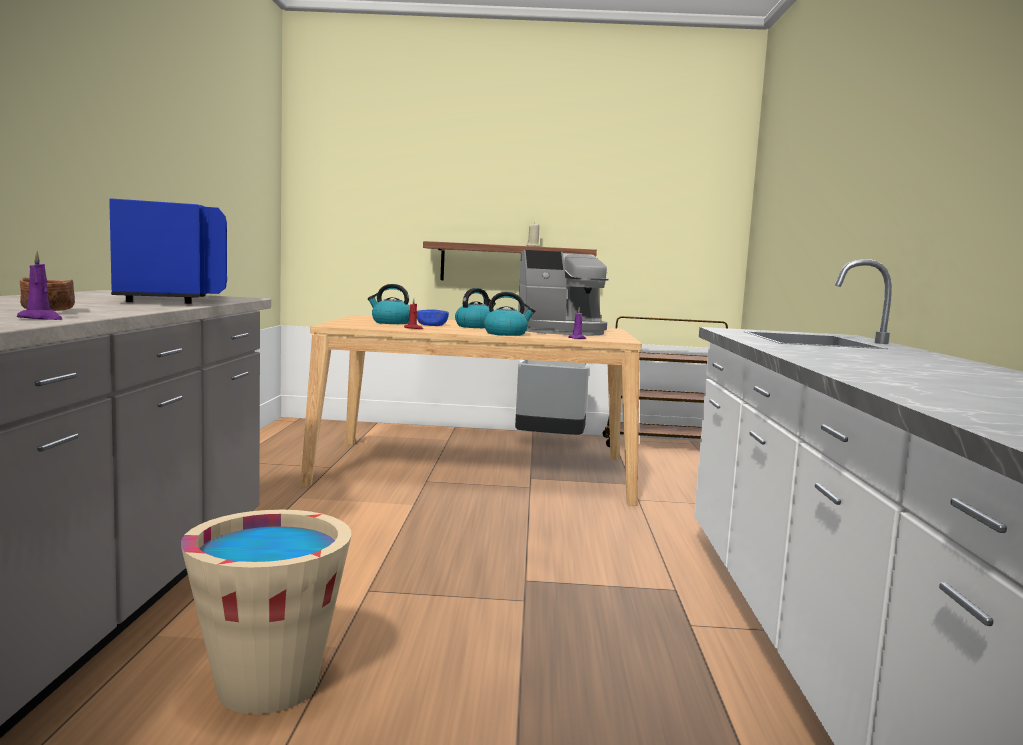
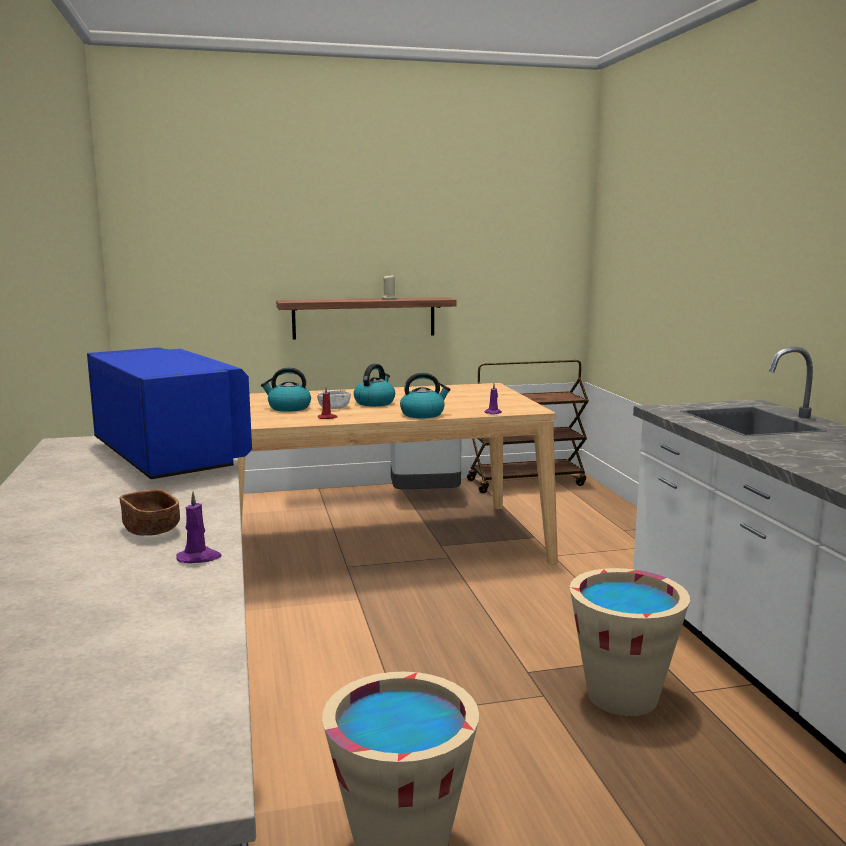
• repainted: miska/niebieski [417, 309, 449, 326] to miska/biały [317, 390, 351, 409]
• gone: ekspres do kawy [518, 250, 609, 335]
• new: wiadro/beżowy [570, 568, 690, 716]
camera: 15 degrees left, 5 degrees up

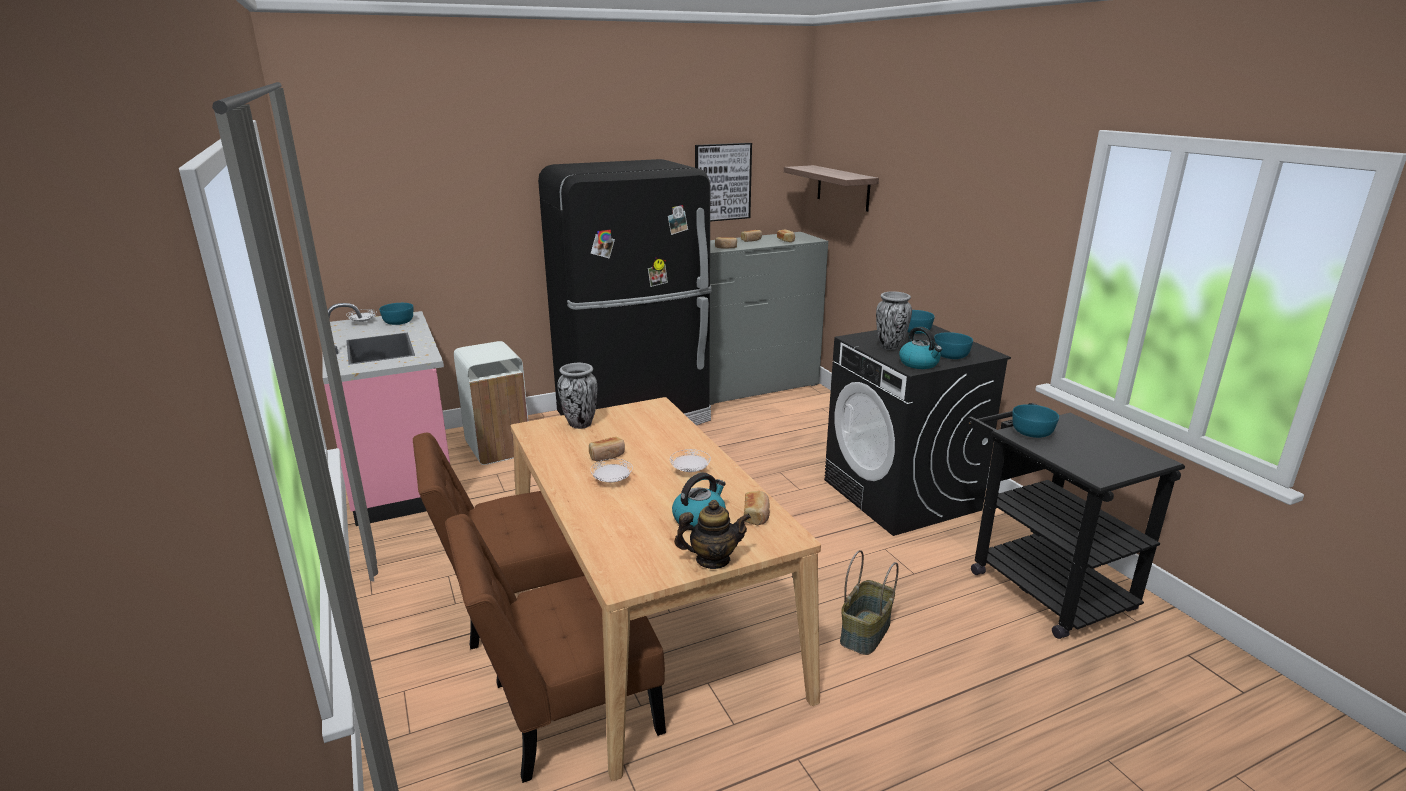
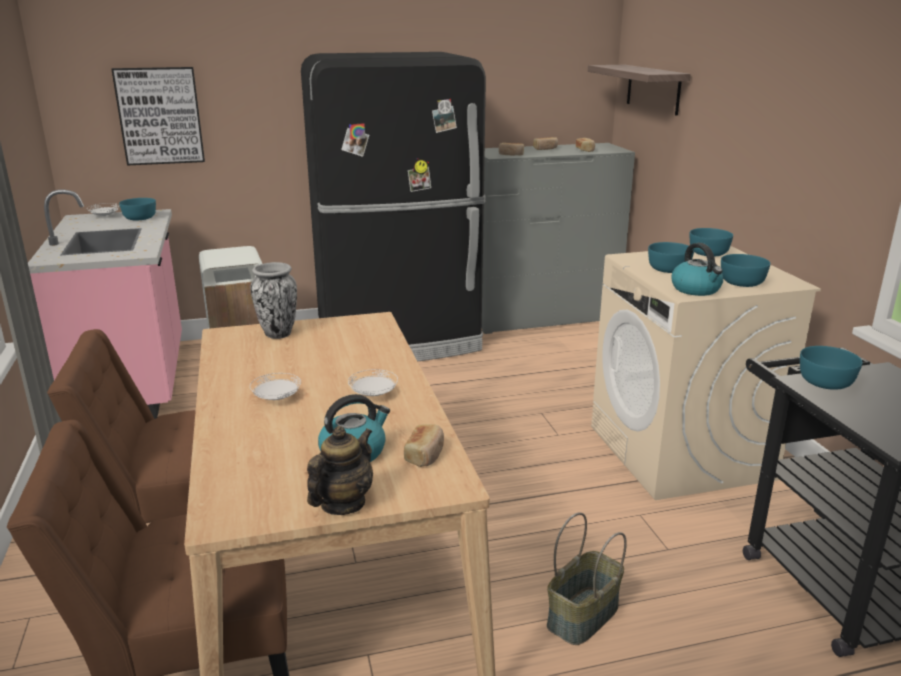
• gone: chleb [589, 437, 625, 461]
• rotated: imbryk [674, 500, 751, 569] = [307, 426, 373, 515] 60 degrees counterclockwise
• shifted: obraz [695, 143, 752, 222] to [111, 67, 205, 165]
• repainted: pralka/czarny [824, 325, 1011, 536] to pralka/beżowy [591, 246, 821, 500]
• swapped: wazon [876, 291, 912, 350] to miska/turkusowy [648, 242, 694, 273]
camera: 10 degrees right, 0 degrees up

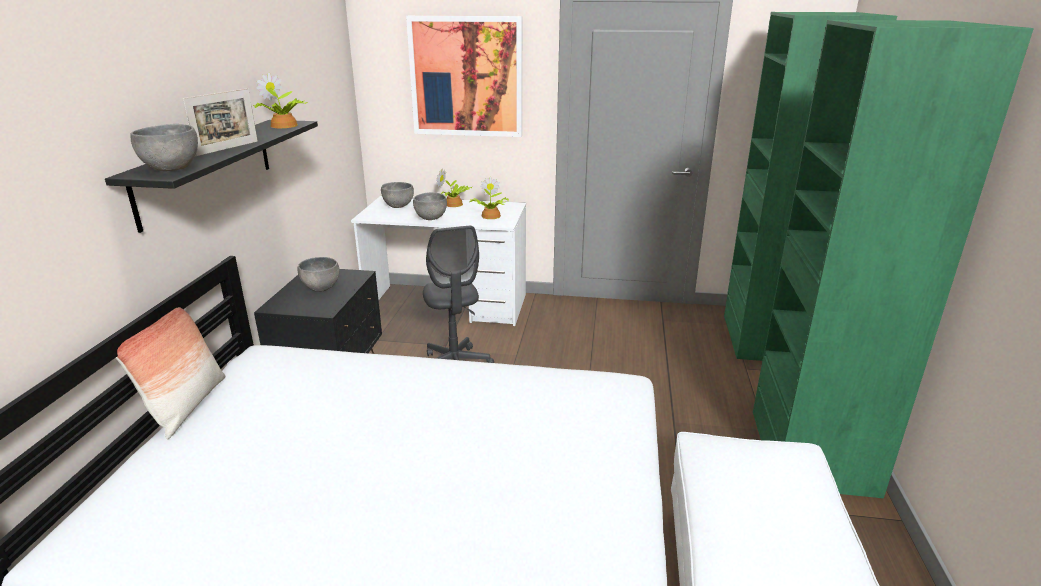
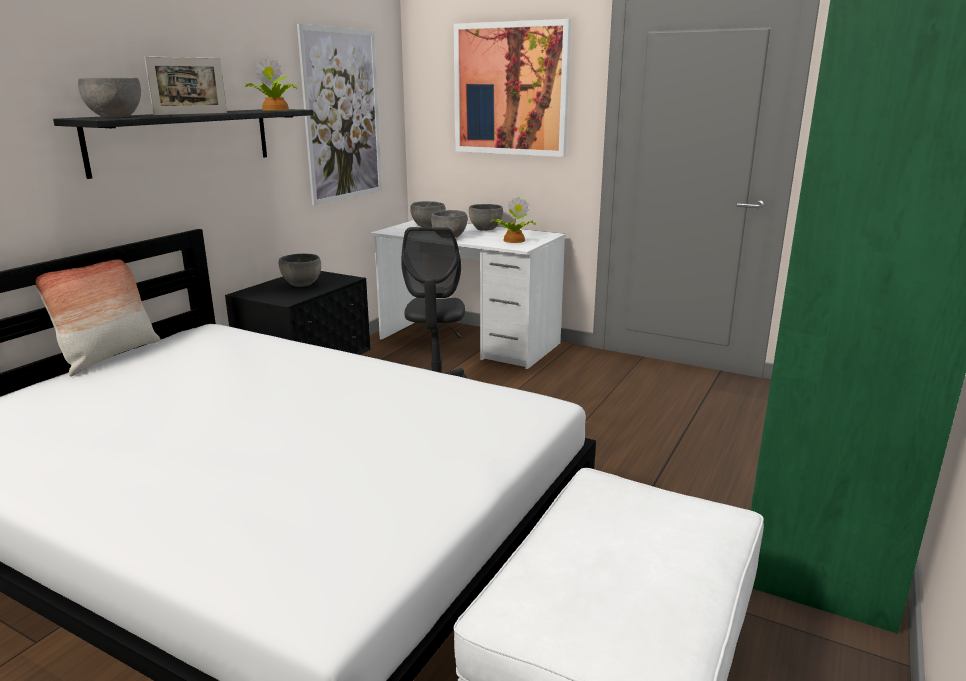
• swapped: roślina doniczkowa [436, 169, 472, 207] to miska/szary [469, 204, 503, 231]
• new: obraz [297, 24, 382, 205]
camera: 20 degrees right, 5 degrees down

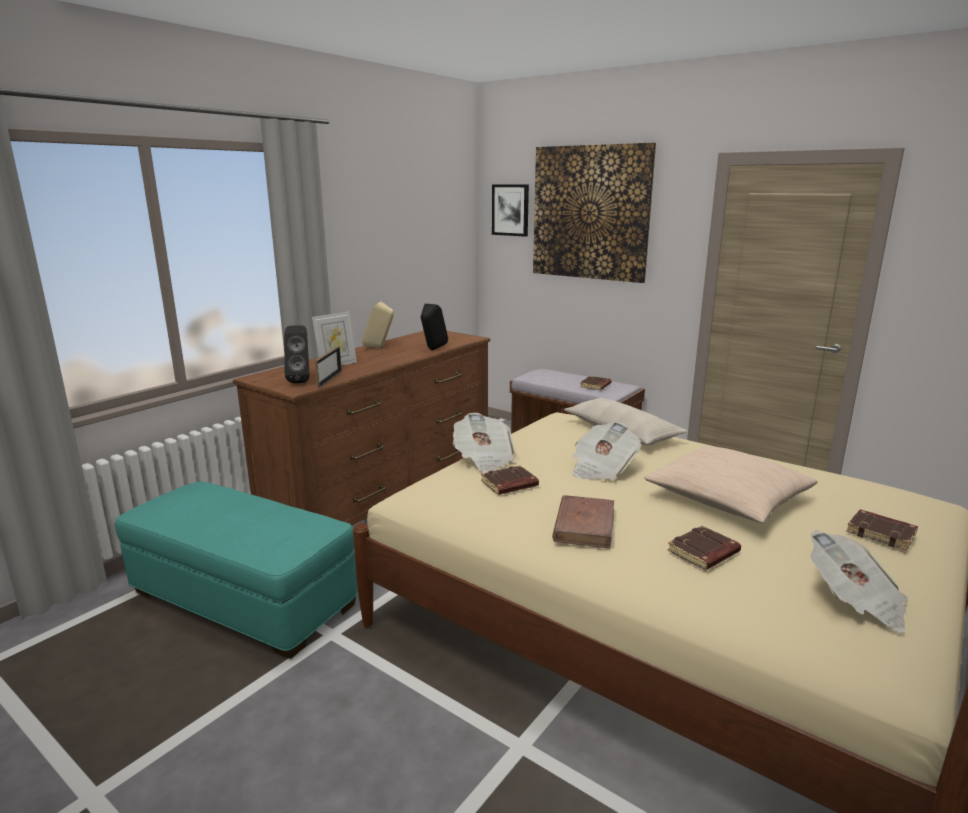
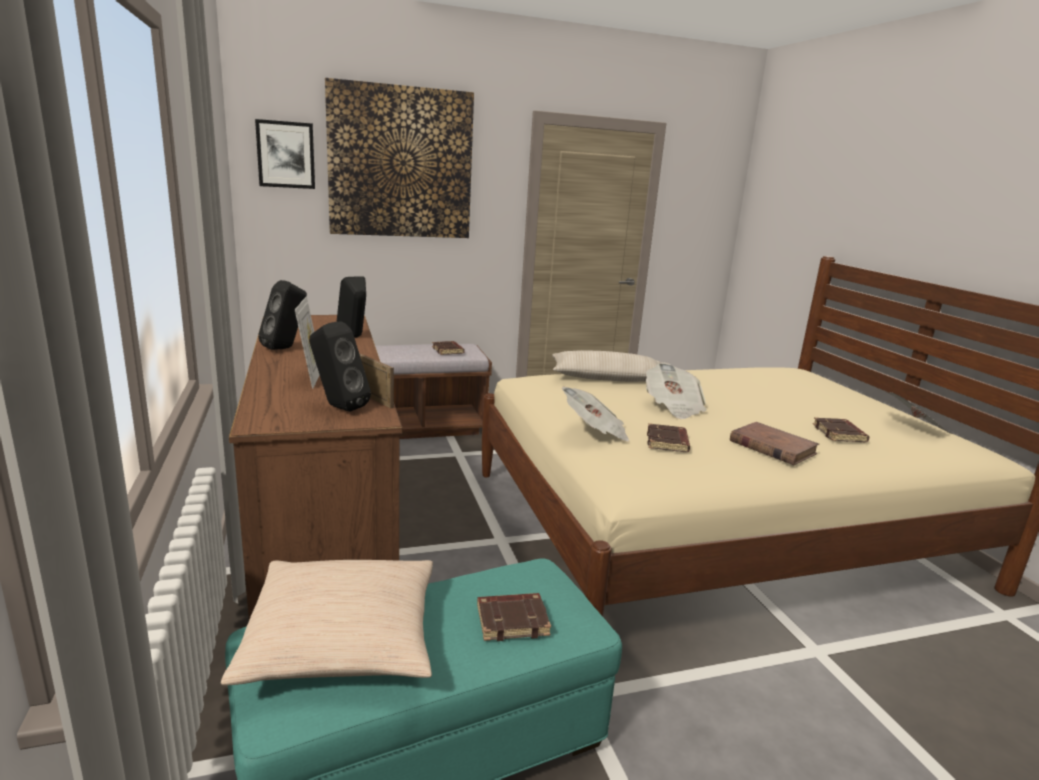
• repainted: głośnik/beżowy [362, 301, 394, 348] to głośnik/czarny [258, 280, 307, 350]
• shifted: poduszka/beżowy [644, 445, 818, 523] to [221, 560, 433, 685]
• shifted: książka/brązowy [846, 509, 918, 550] to [477, 593, 551, 641]
camera: 55 degrees left, 0 degrees up

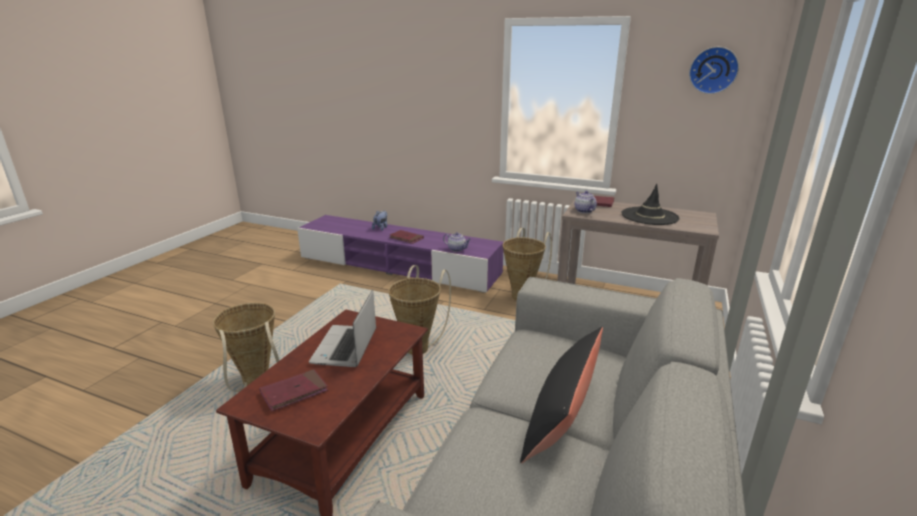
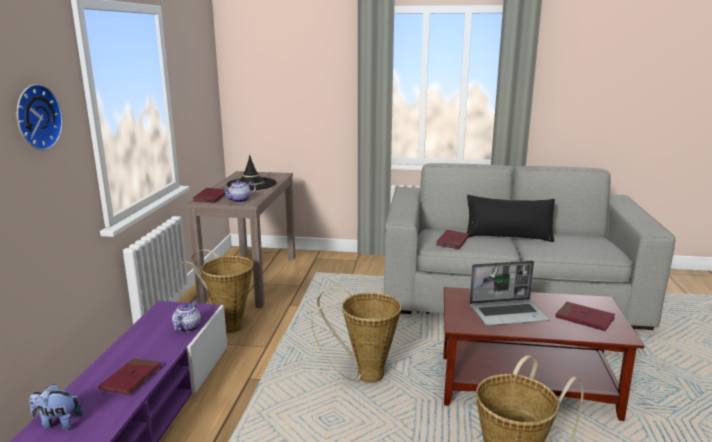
• shifted: zegar ścienny [689, 47, 739, 94] to [17, 84, 63, 150]
• new: książka/czerwony [436, 230, 469, 249]
camera: 105 degrees left, 5 degrees down

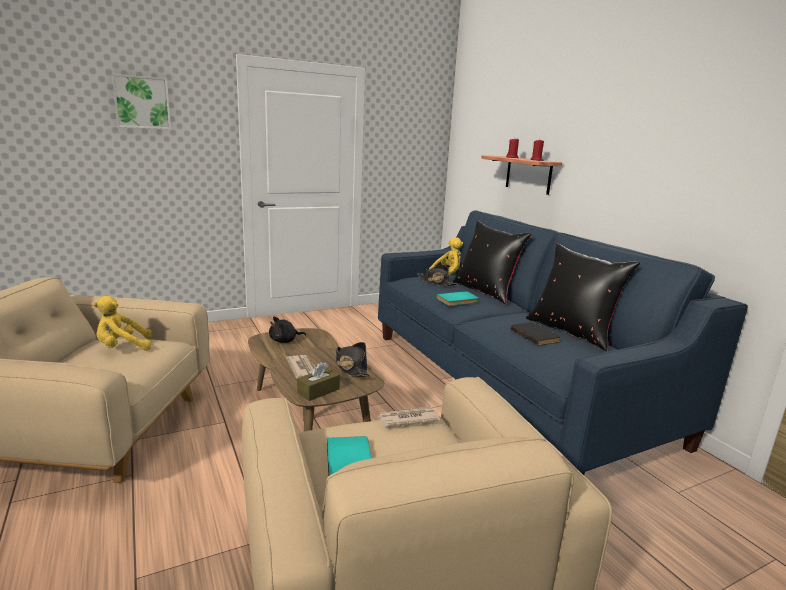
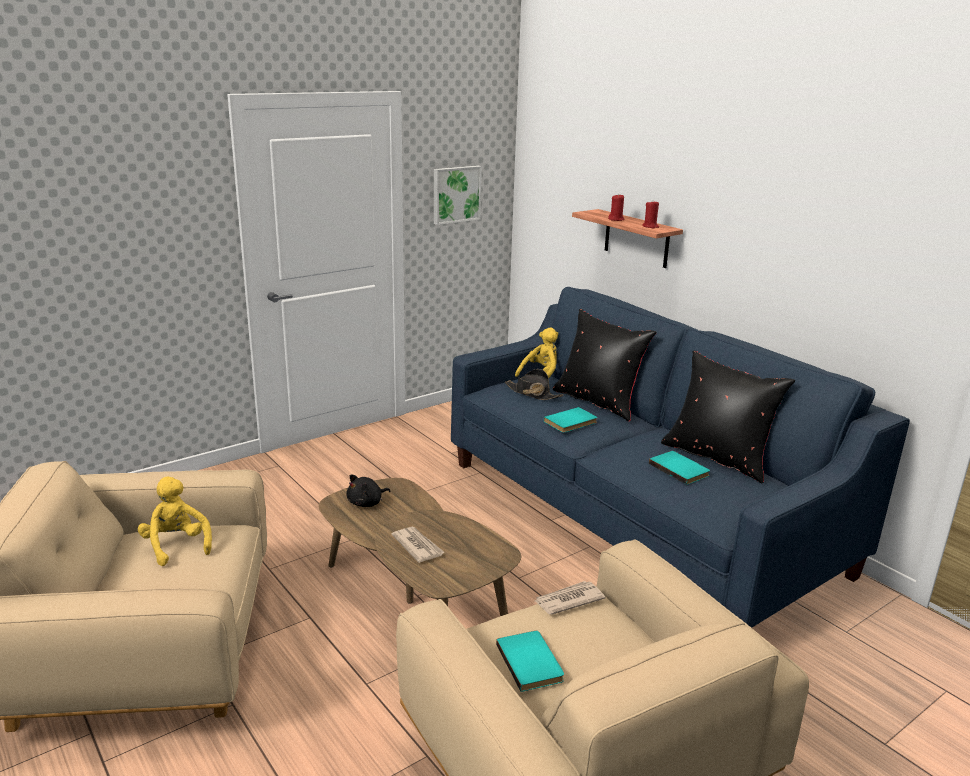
• rotated: pluszak/żółty [93, 296, 152, 351] = [138, 477, 212, 566] 90 degrees clockwise
• shifted: obraz [112, 74, 171, 129] to [434, 165, 482, 225]
• gone: pudełko chusteczek/brązowy [297, 362, 340, 401]
• gone: kapelusz/czarny [336, 342, 370, 377]
• repainted: książka/czarny [510, 322, 560, 346] to książka/turkusowy [649, 451, 710, 485]
camera: 10 degrees left, 5 degrees up

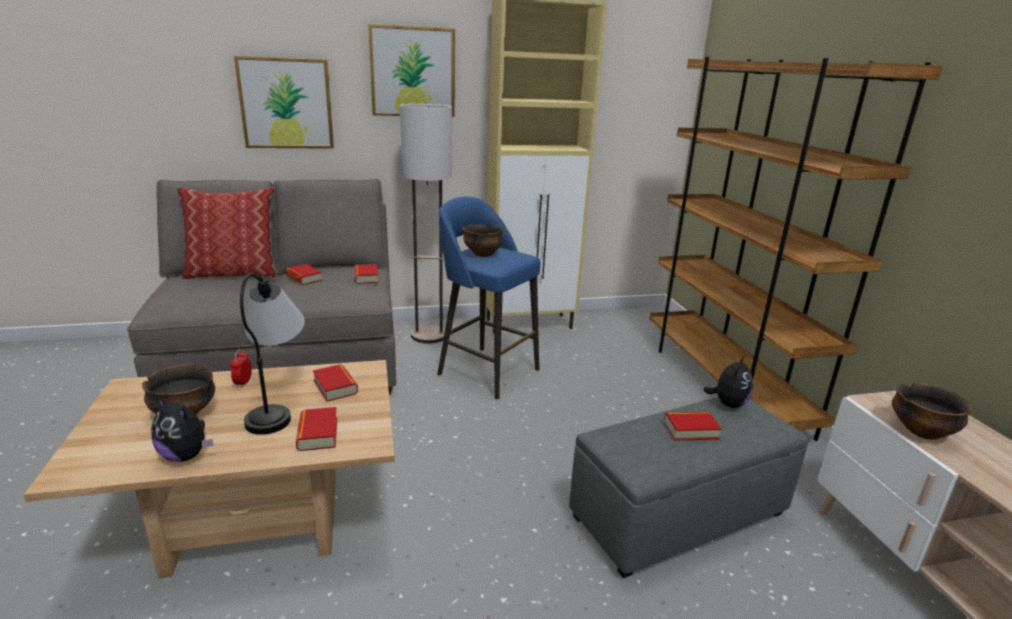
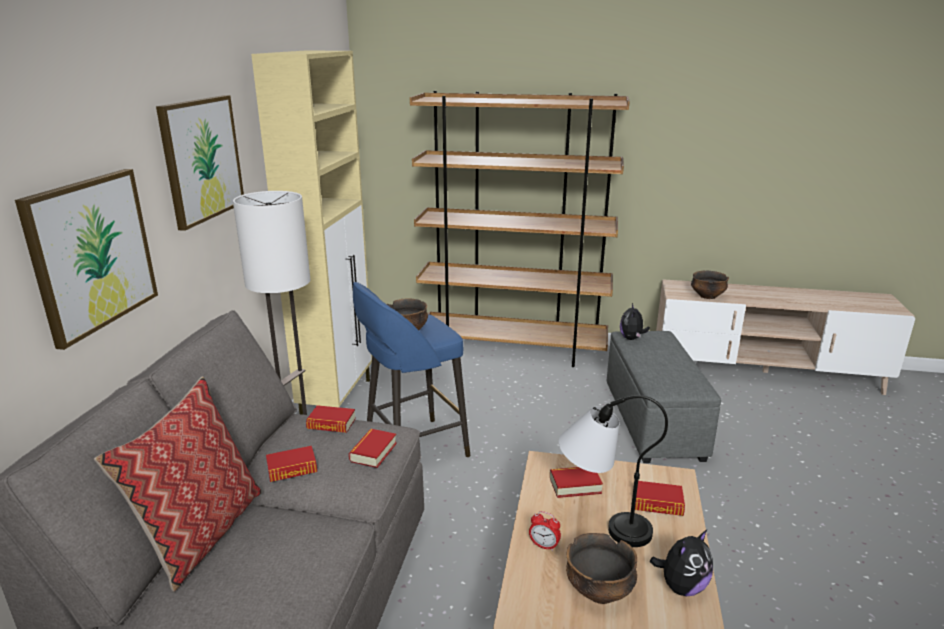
• shifted: książka [664, 412, 722, 441] to [349, 429, 397, 468]
• rotated: pluszak [703, 355, 753, 408] = [620, 303, 650, 340] 135 degrees counterclockwise
camera: 65 degrees left, 0 degrees up

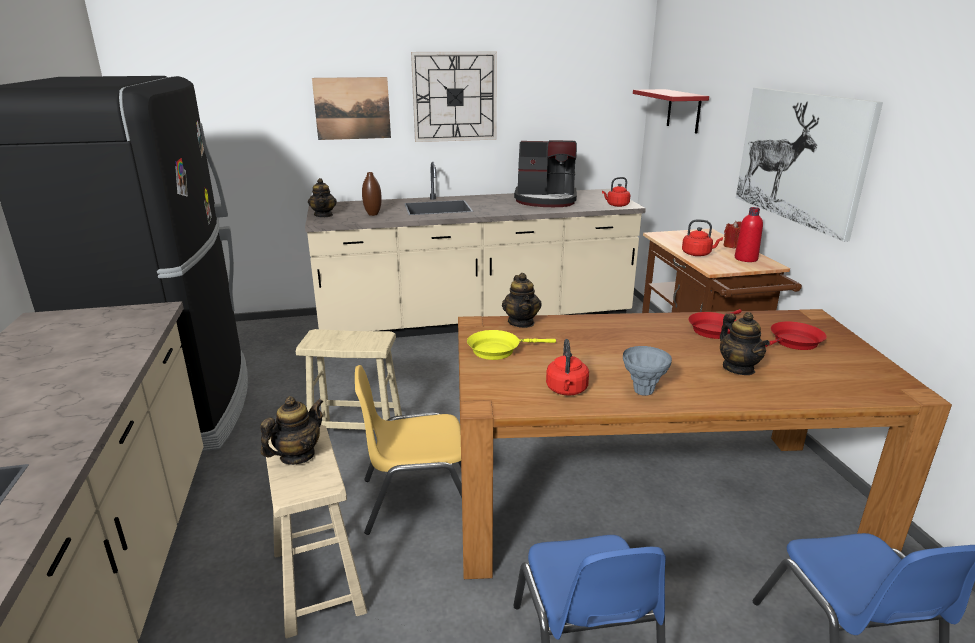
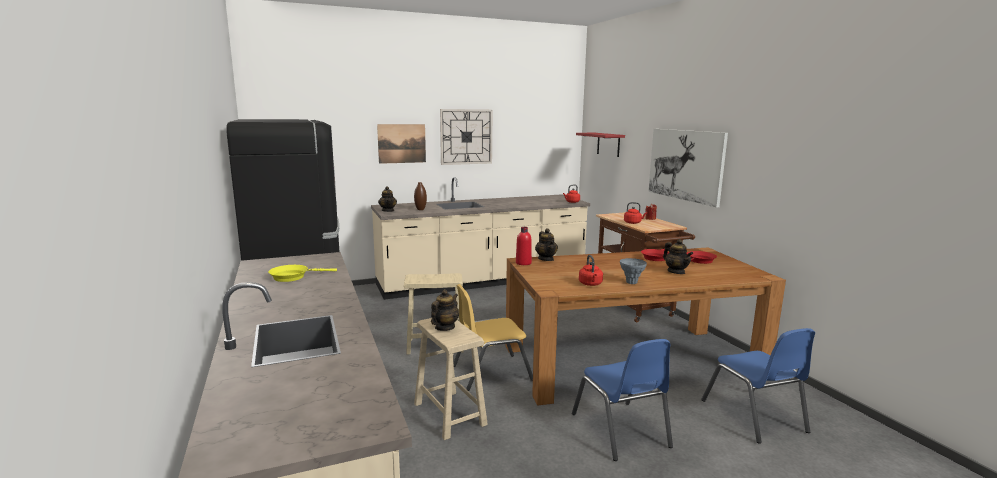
• shifted: patelnia/żółty [467, 330, 556, 360] to [268, 265, 337, 282]
• gone: ekspres do kawy [514, 140, 577, 207]
• shifted: butelka/czerwony [735, 207, 763, 262] to [516, 227, 532, 265]
camera: 10 degrees left, 10 degrees down

